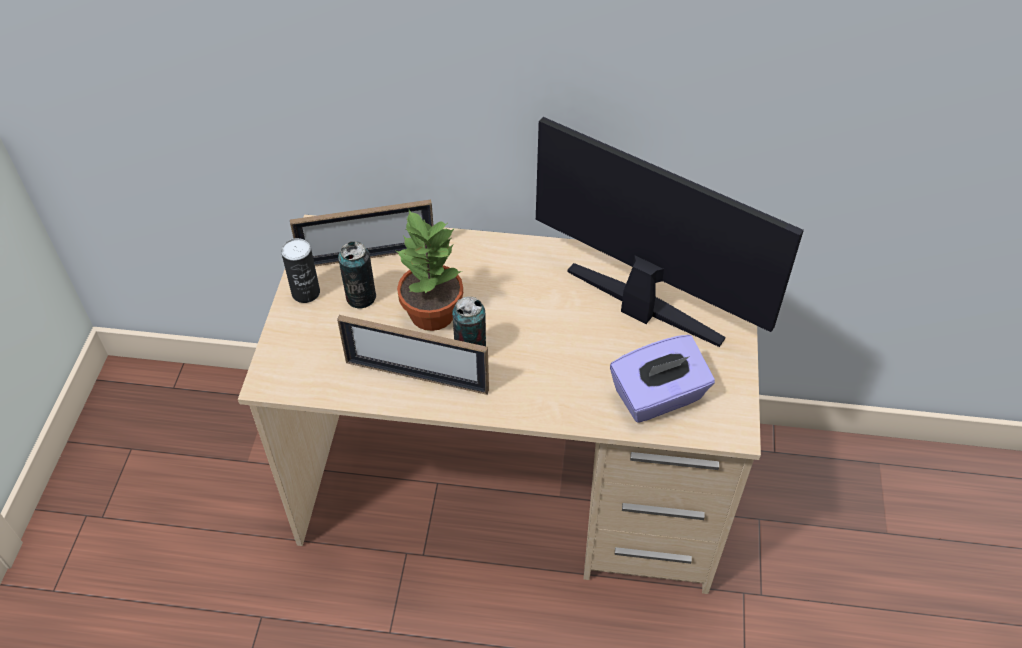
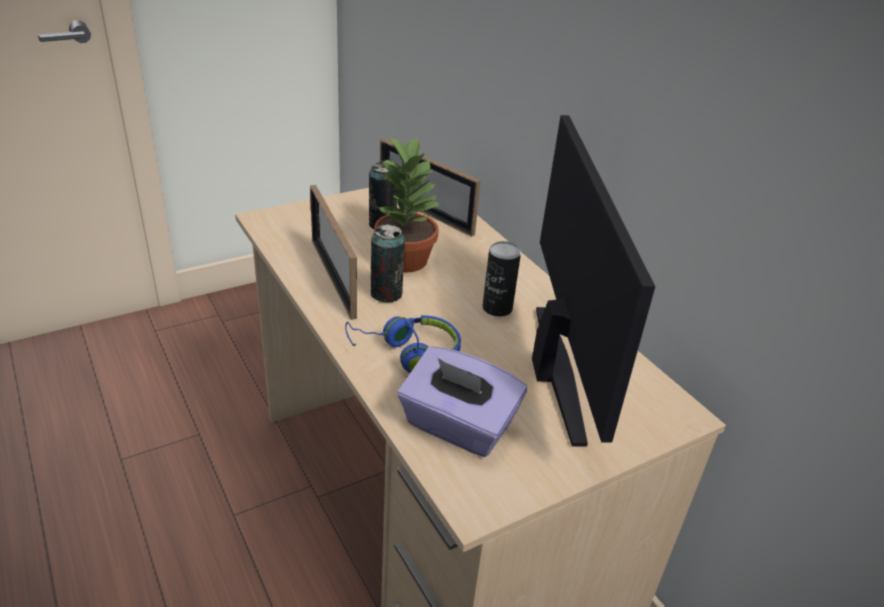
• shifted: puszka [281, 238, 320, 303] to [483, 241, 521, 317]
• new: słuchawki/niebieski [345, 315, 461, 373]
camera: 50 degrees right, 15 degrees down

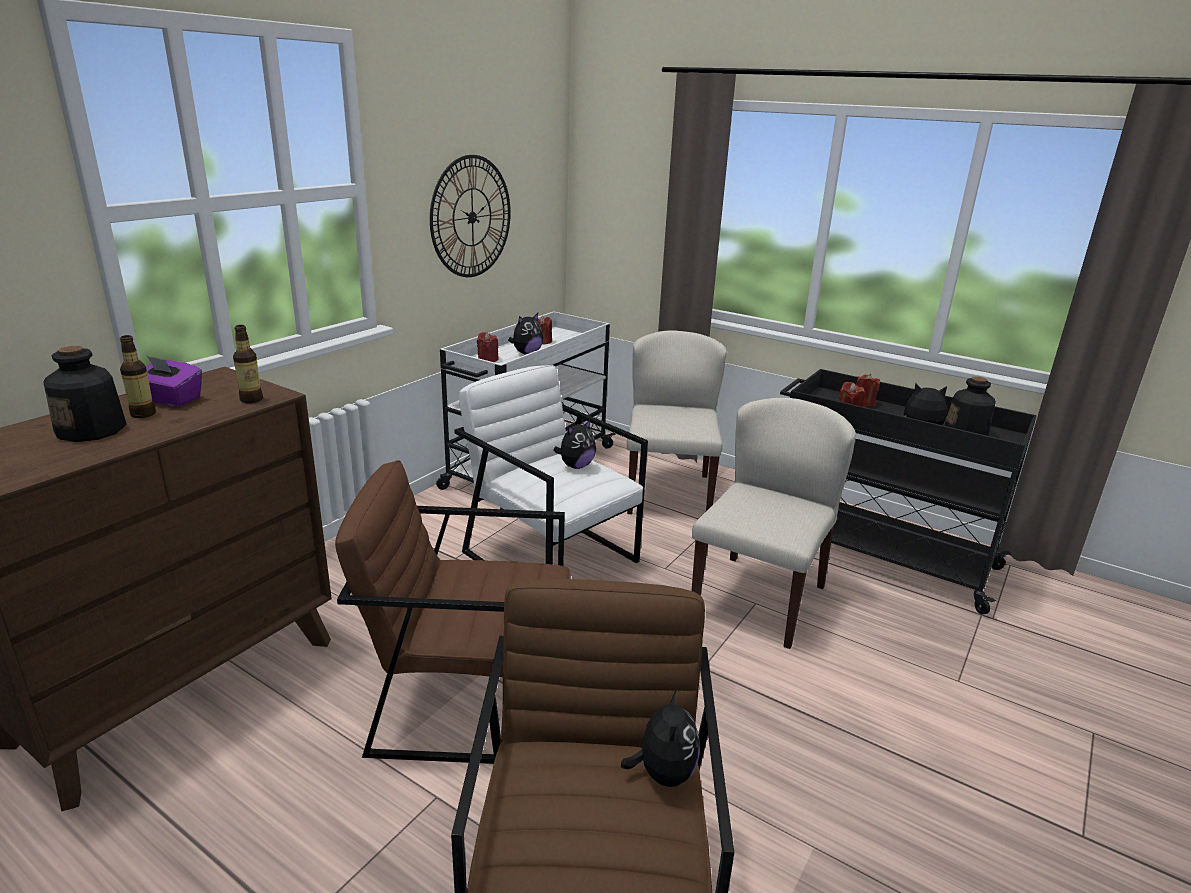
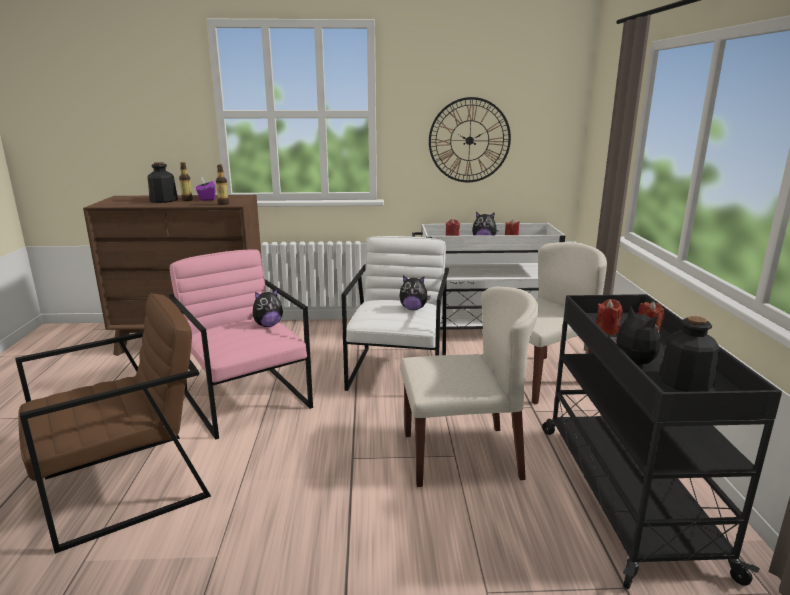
• repainted: fotel/brązowy [335, 460, 571, 764] to fotel/różowy [168, 249, 313, 440]
• shifted: pluszak [621, 689, 700, 787] to [253, 289, 283, 327]
camera: 55 degrees right, 5 degrees down

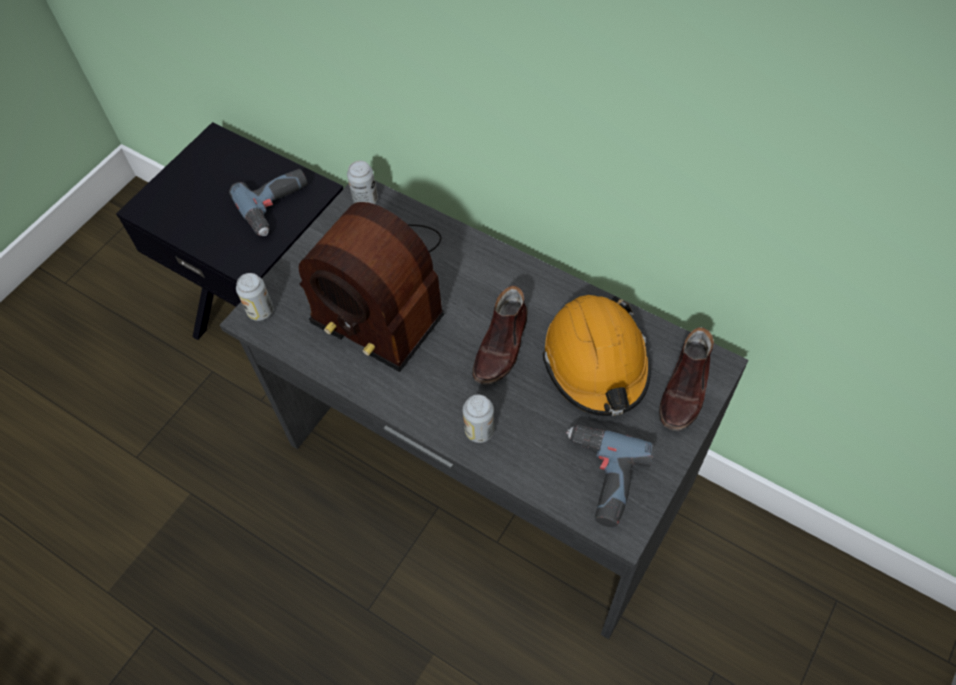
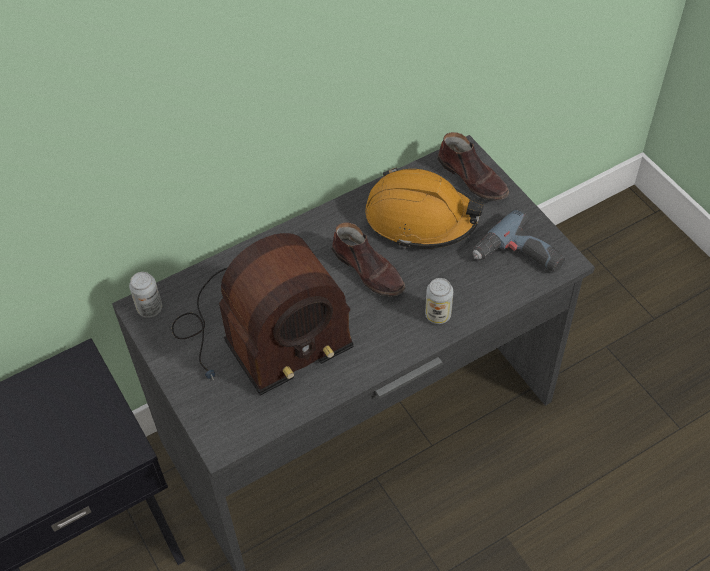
• gone: wiertarka [229, 169, 308, 236]
• gone: puszka [236, 273, 273, 321]
camera: 65 degrees left, 5 degrees down

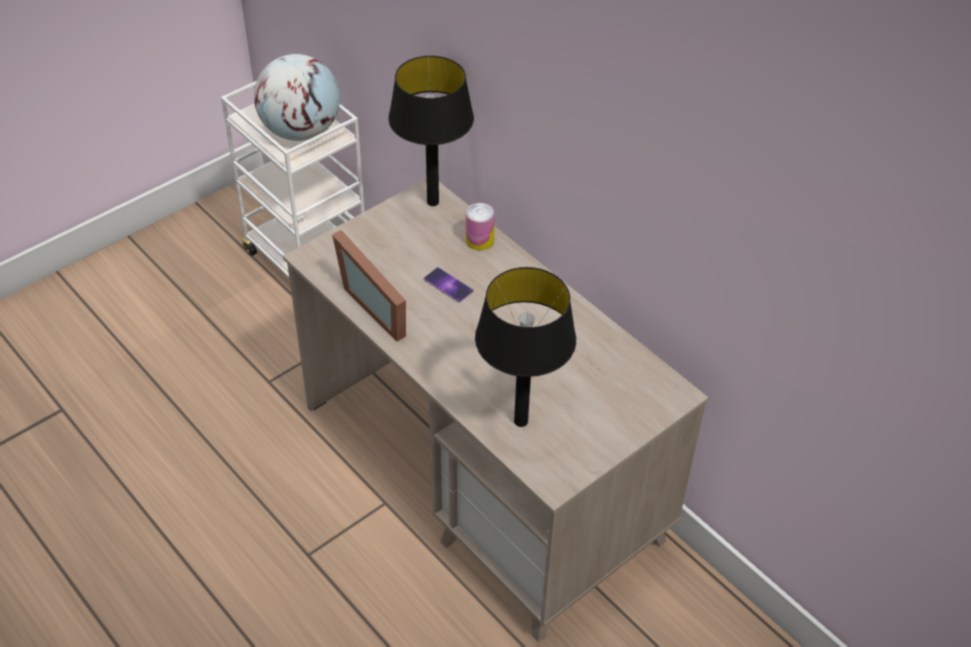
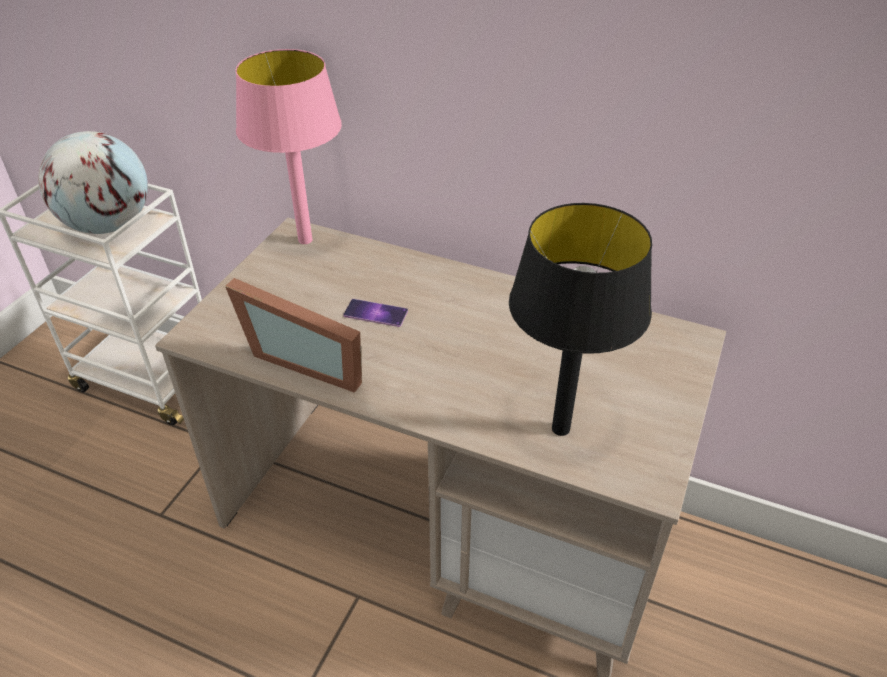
• repainted: lampa stołowa/czarny [388, 56, 474, 206] to lampa stołowa/różowy [235, 49, 342, 244]
• gone: puszka [466, 203, 495, 251]
camera: 25 degrees left, 5 degrees down

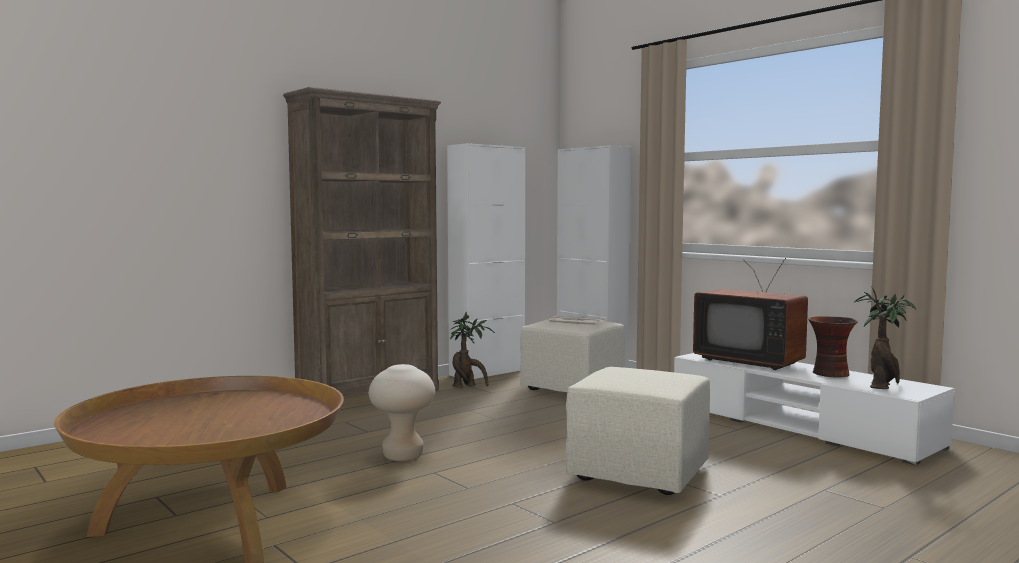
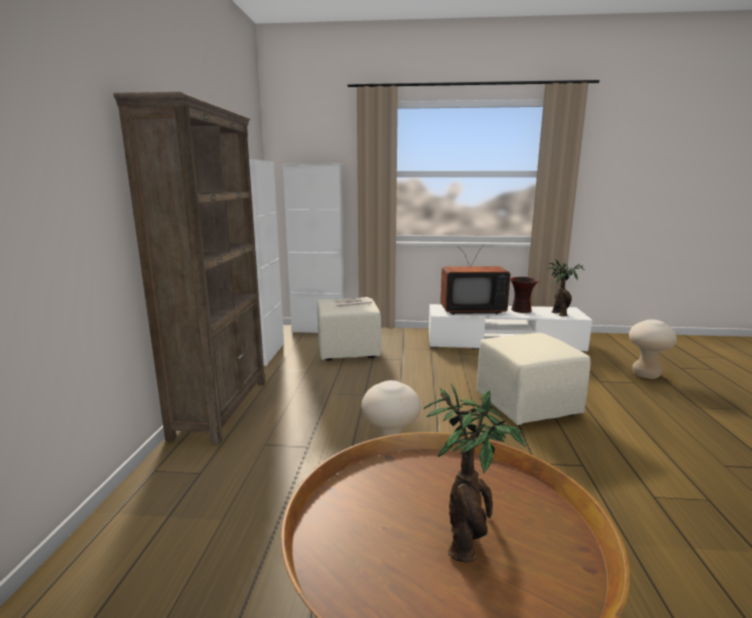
• shifted: roślina doniczkowa [450, 312, 495, 388] to [424, 384, 526, 563]
• new: stołek/beżowy [629, 319, 677, 379]
camera: 45 degrees left, 10 degrees up

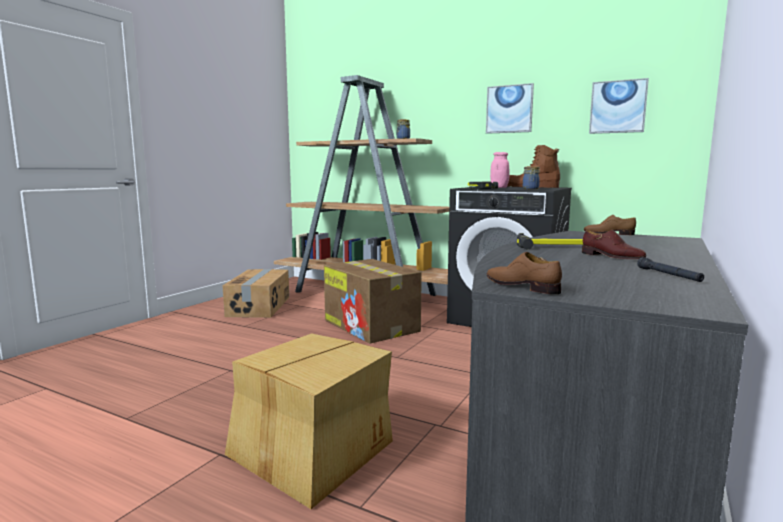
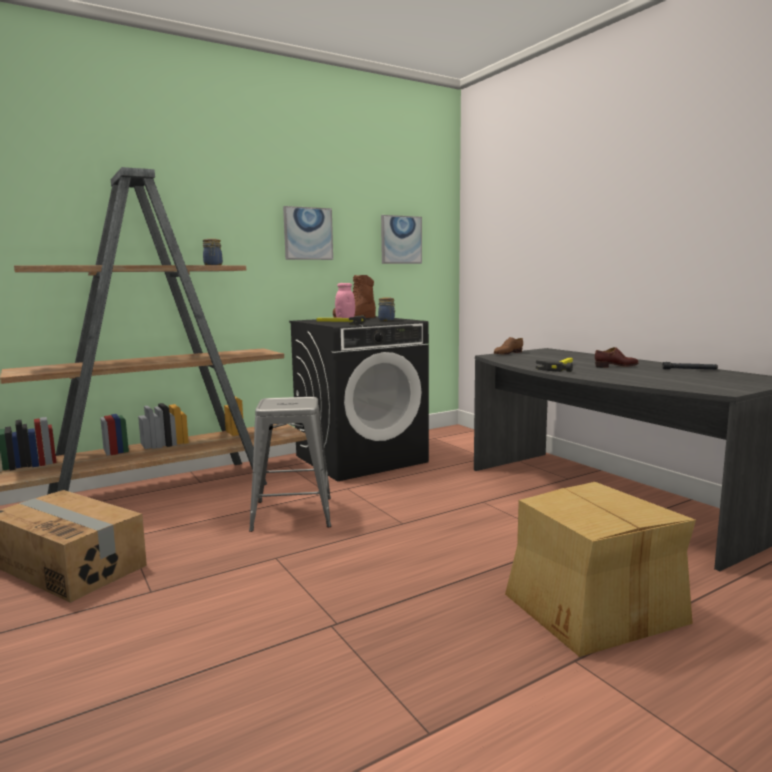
• swapped: karton [324, 259, 422, 344] to stołek/szary [249, 397, 331, 532]
• gone: but/brązowy [487, 252, 562, 294]
camera: 60 degrees left, 0 degrees up

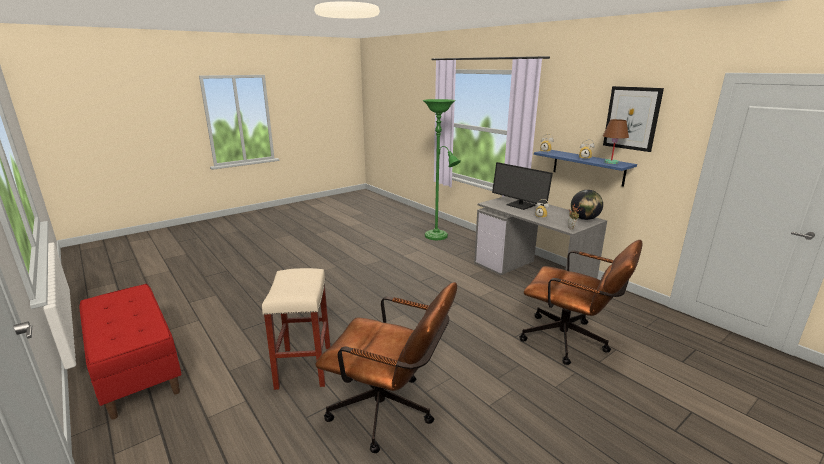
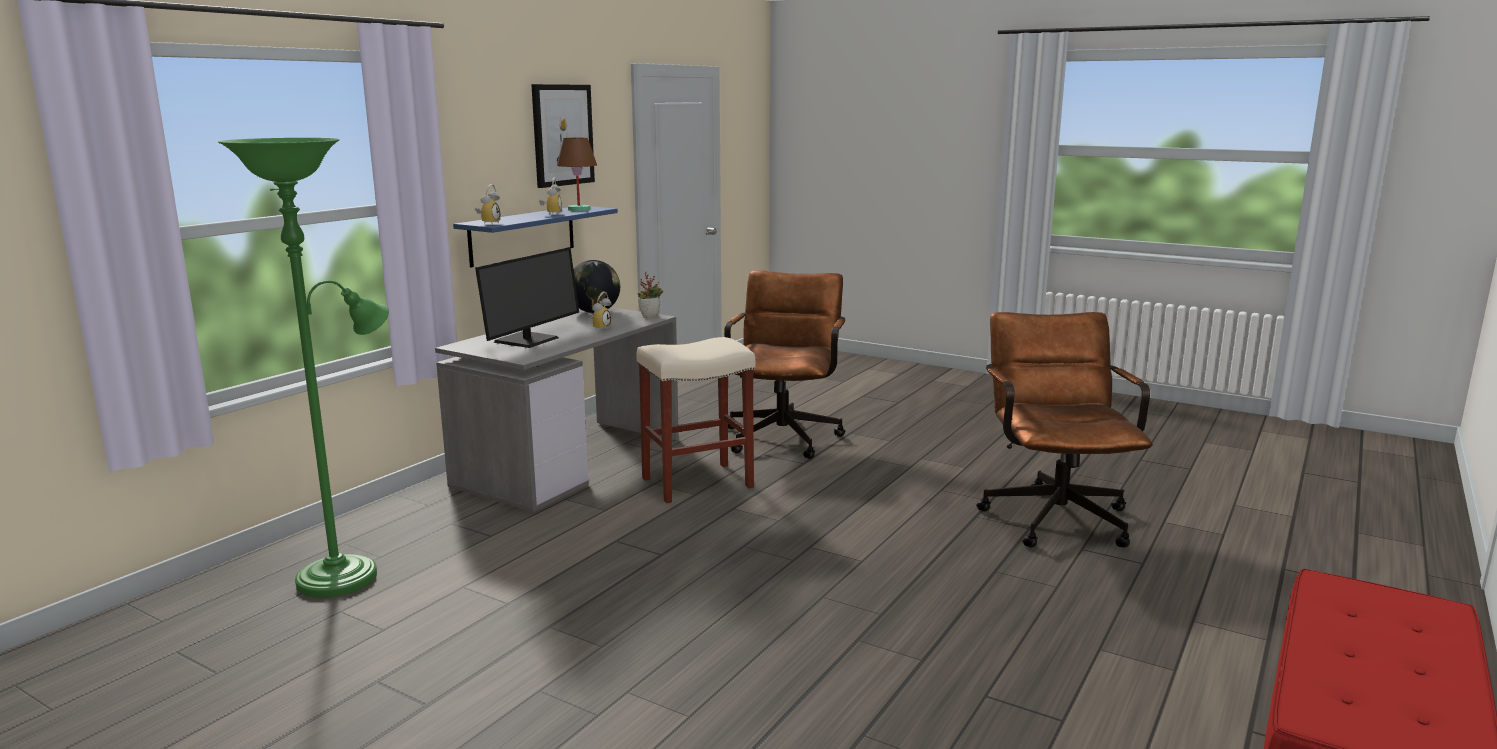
• shifted: stołek/beżowy [262, 268, 331, 390] to [637, 337, 755, 503]
camera: 110 degrees left, 5 degrees down

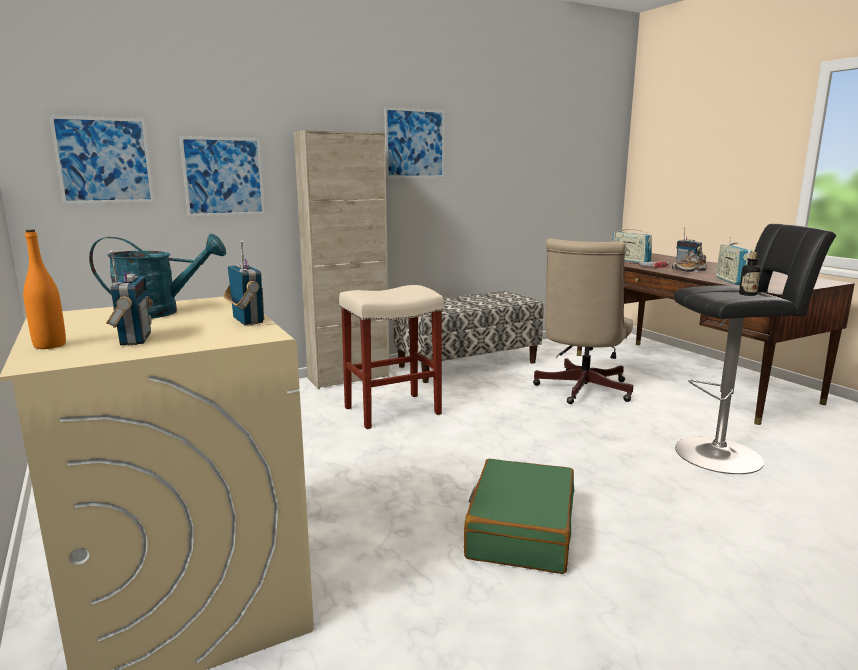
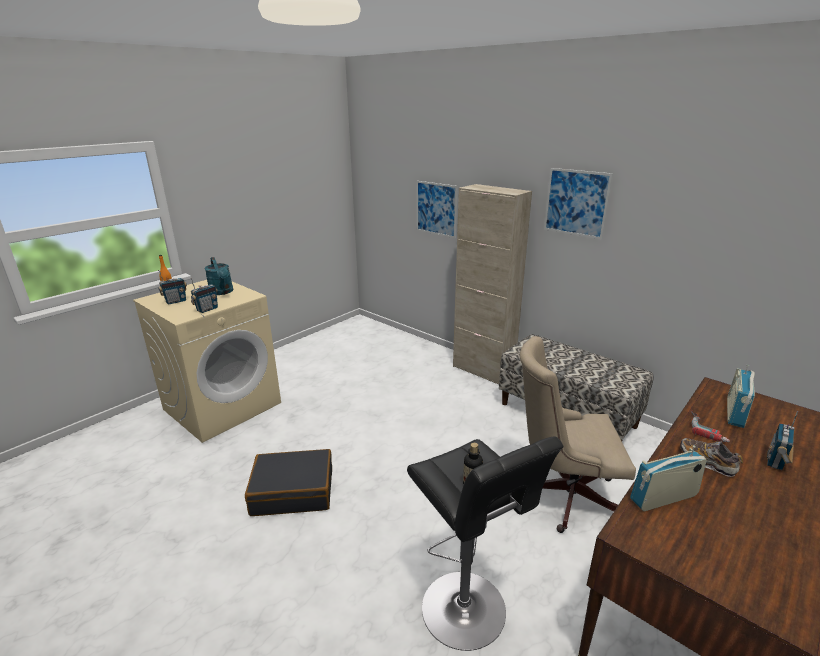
• gone: obraz [50, 116, 154, 204]
• gone: stołek/beżowy [339, 285, 444, 429]
• repainted: walizka/zielony [464, 459, 575, 574] to walizka/czarny [245, 449, 332, 516]
camera: 70 degrees right, 10 degrees up

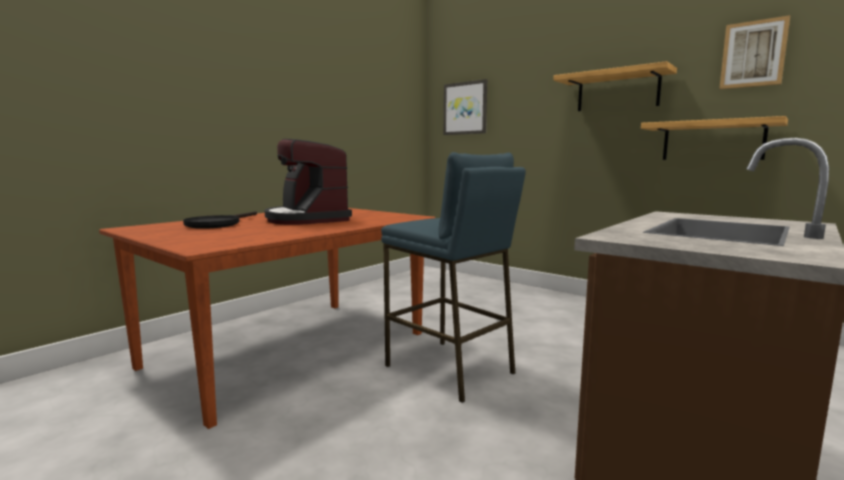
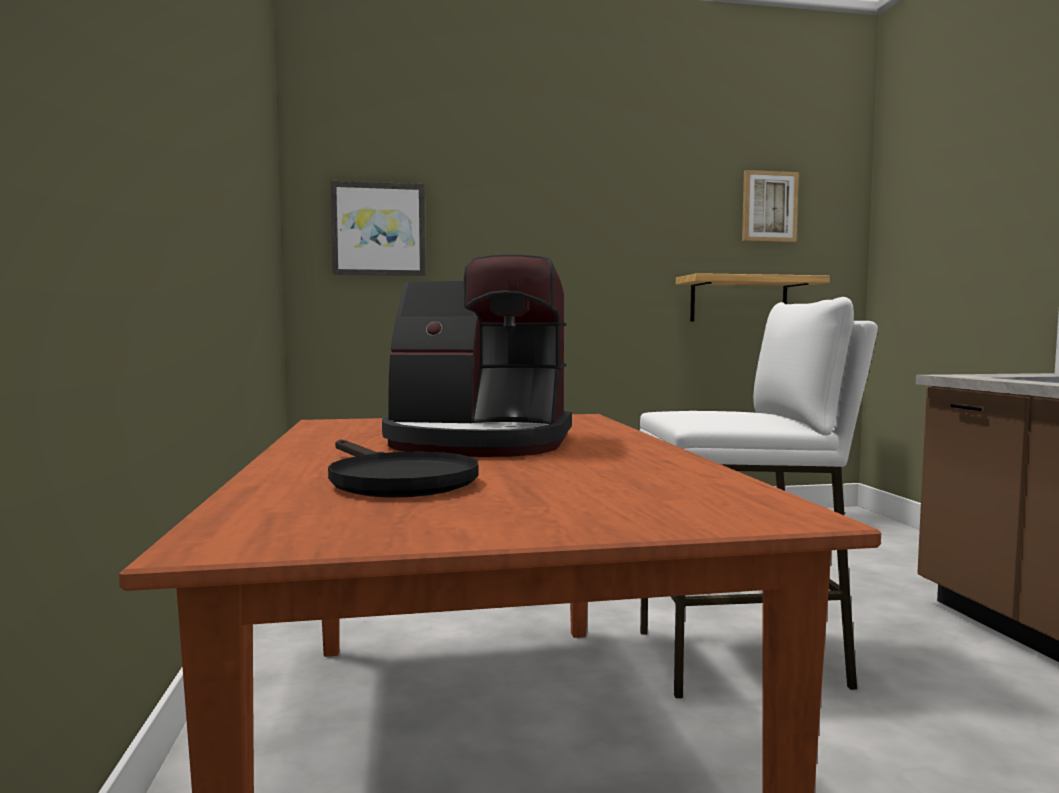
• repainted: stołek/niebieski [381, 152, 526, 403] to stołek/biały [640, 297, 878, 699]
• gone: półka [553, 61, 677, 111]
camera: 50 degrees left, 5 degrees down

